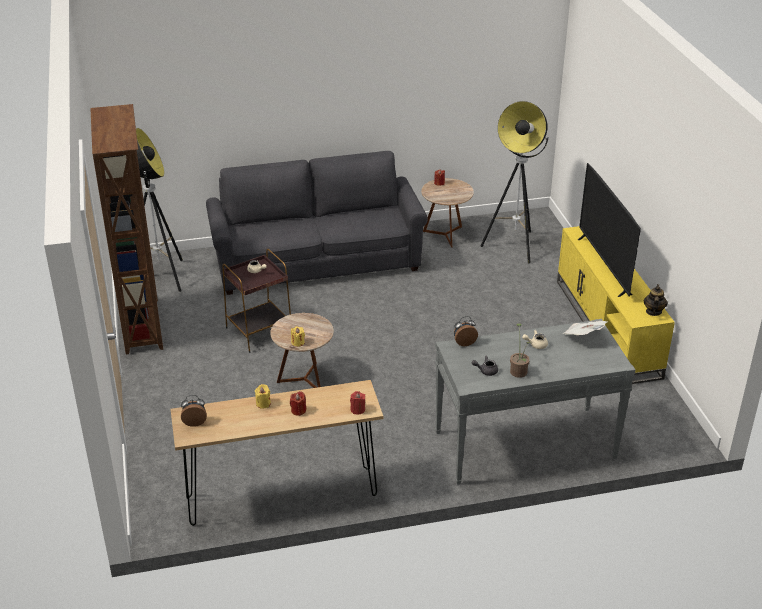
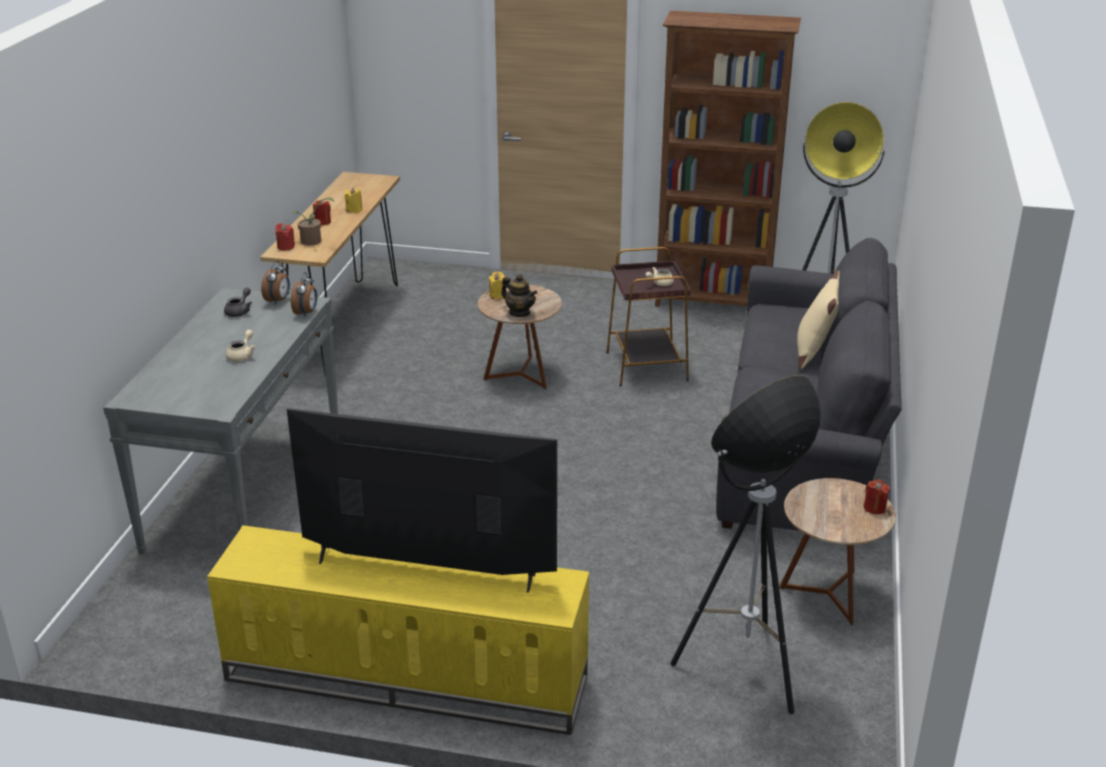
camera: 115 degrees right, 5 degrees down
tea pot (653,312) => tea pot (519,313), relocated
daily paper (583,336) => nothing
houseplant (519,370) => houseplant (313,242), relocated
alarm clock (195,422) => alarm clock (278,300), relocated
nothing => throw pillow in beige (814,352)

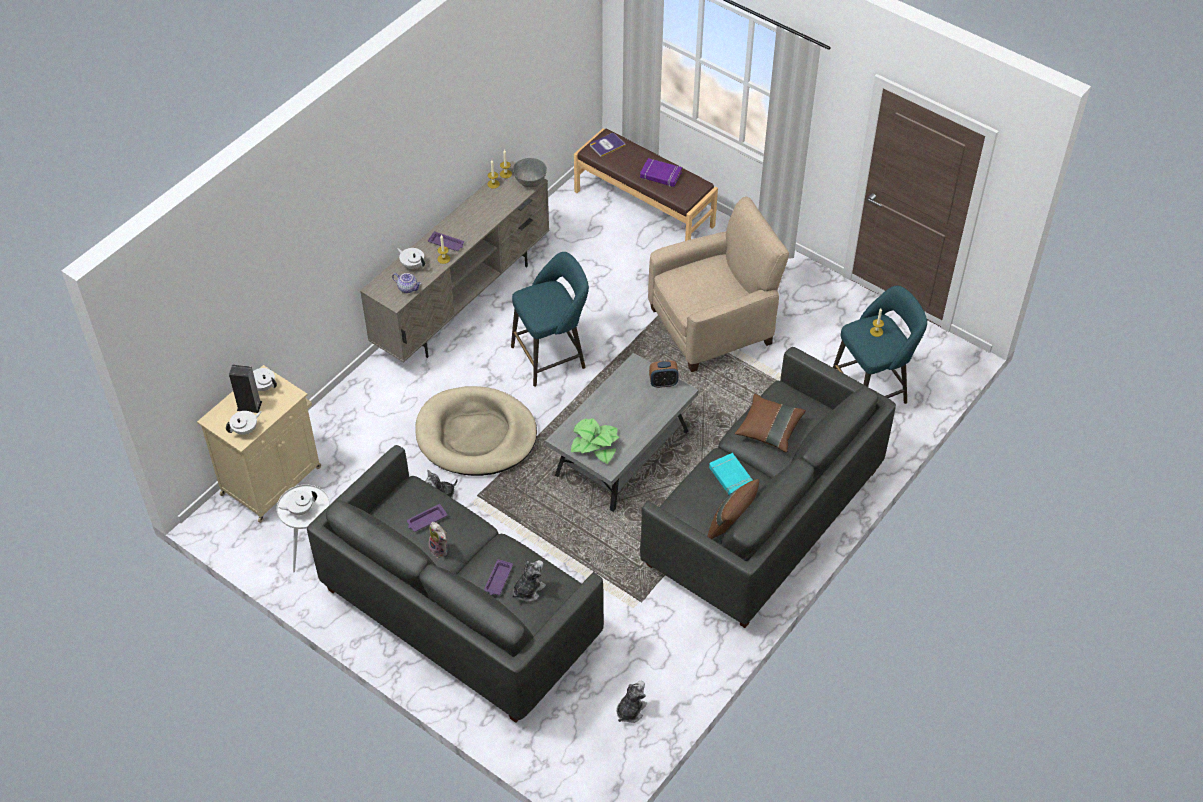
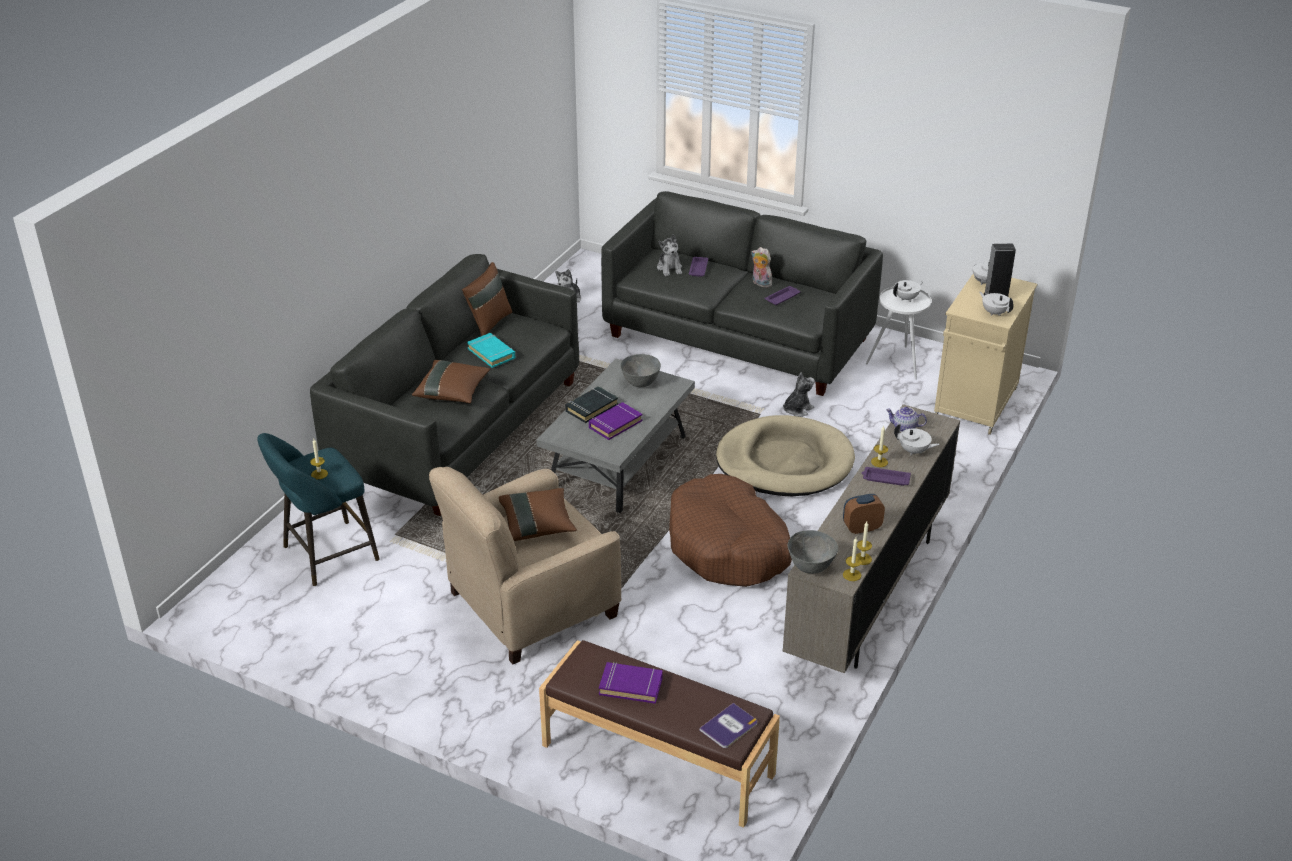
camera: 170 degrees right, 15 degrees down
sitting stool in blue-green (552,356) => dog bed in brown (728,546)
alarm clock (663,383) => alarm clock (861,528), relocated
tea pot in whitish (263,386) => tea pot in whitish (994,312), 150 degrees counterclockwise
houseplant (595,444) => bowl in greyish (640,383)
soft toy (528,590) => soft toy (669,268), 45 degrees counterclockwise
nothing => book in black-coloured (591,407)
nothing => book in purple (615,424)
nothing => throw pillow in brown (537,525)

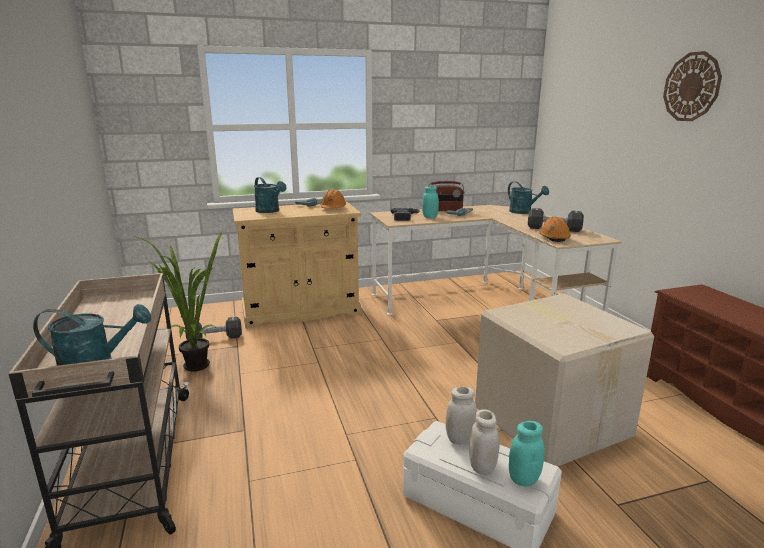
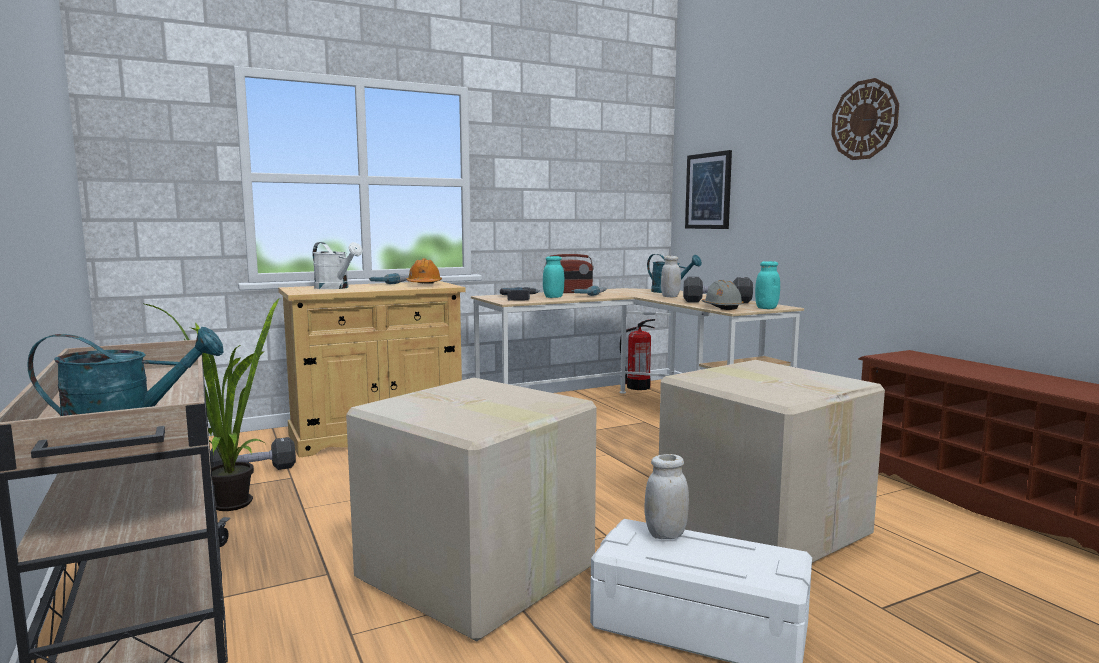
camera: 10 degrees left, 10 degrees down
watering can in blue-green (270,211) => watering can in whitish (336,288)
work helmet in orangey (553,238) => work helmet in greyish (721,307)
storage jar in whitish (482,467) => storage jar in whitish (670,296), relocated
storage jar in blue-green (523,479) => storage jar in blue-green (766,308), relocated
nothing => picture (708,191)
nothing => fire extinguisher (638,387)
nothing => packing box (476,574)

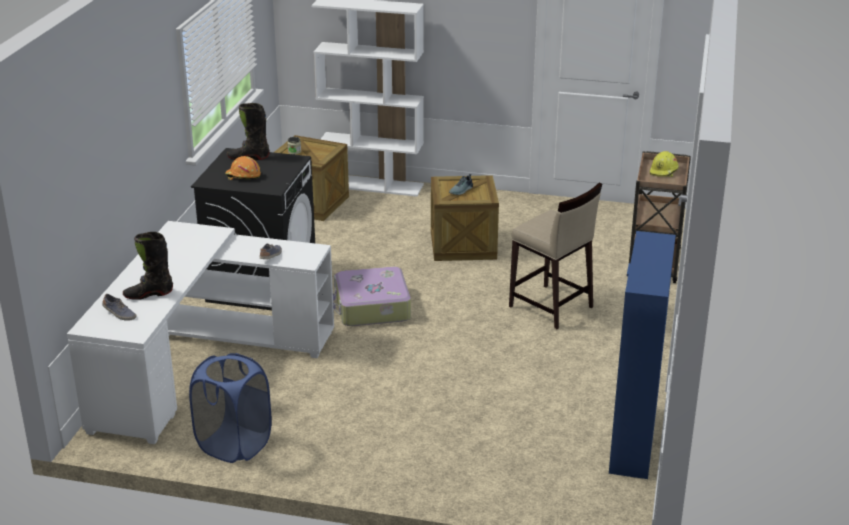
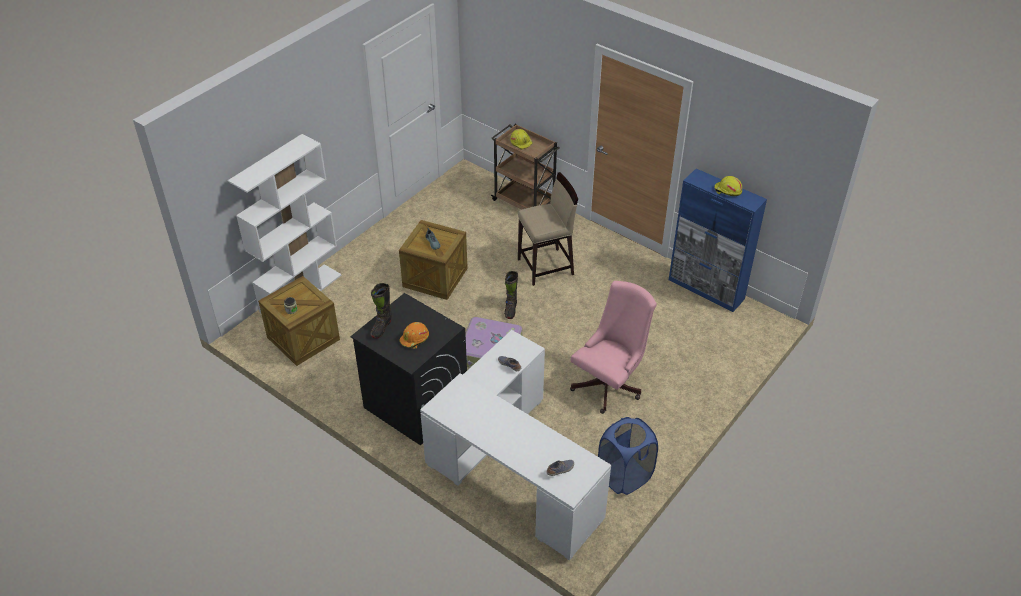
camera: 65 degrees left, 15 degrees up
boot in black-coloured (148,294) => boot in black-coloured (510,309), relocated
nothing => work helmet in yellowish (727,191)
nothing => desk chair in pink-coloured (610,384)

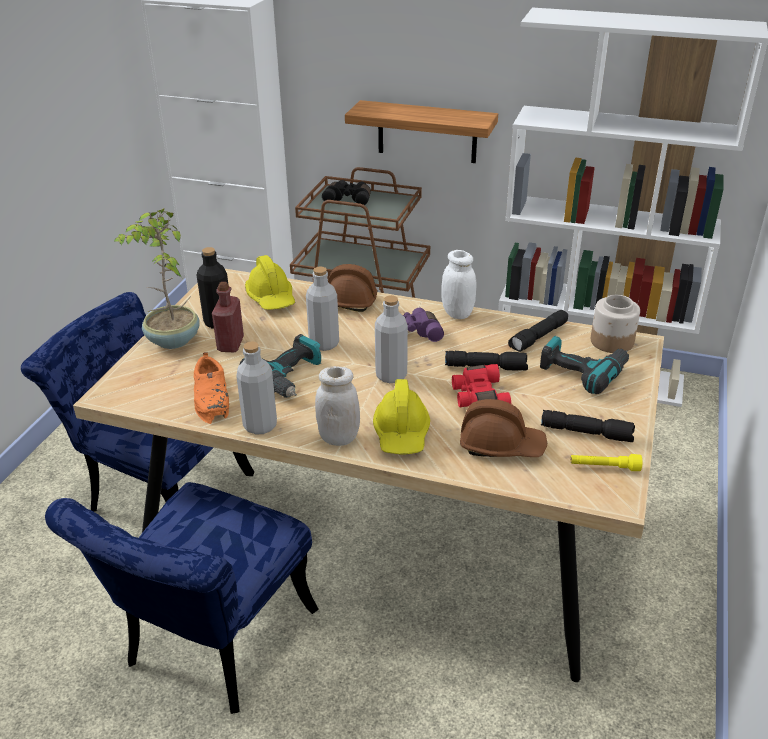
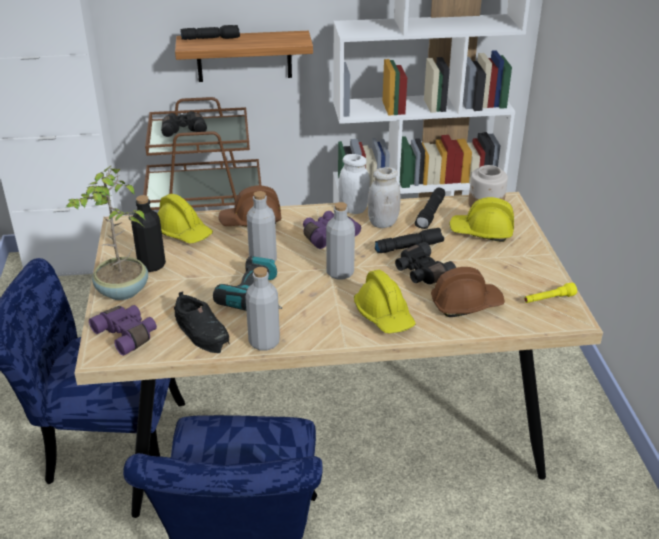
camera: 25 degrees left, 0 degrees up
drink bottle in reddish (230,344) => nothing
power drill (582,371) => work helmet in yellowish (481,232)
shoe in orangey (212,397) => shoe in black-coloured (202,331)
field glasses in reddish (478,398) => field glasses in black-coloured (421,273)
storage jar in whitish (339,438) => storage jar in whitish (383,223), relocated
flashlight in black-coloured (587,432) => flashlight in black-coloured (211,38), relocated
nothing => field glasses in purple (127,335)

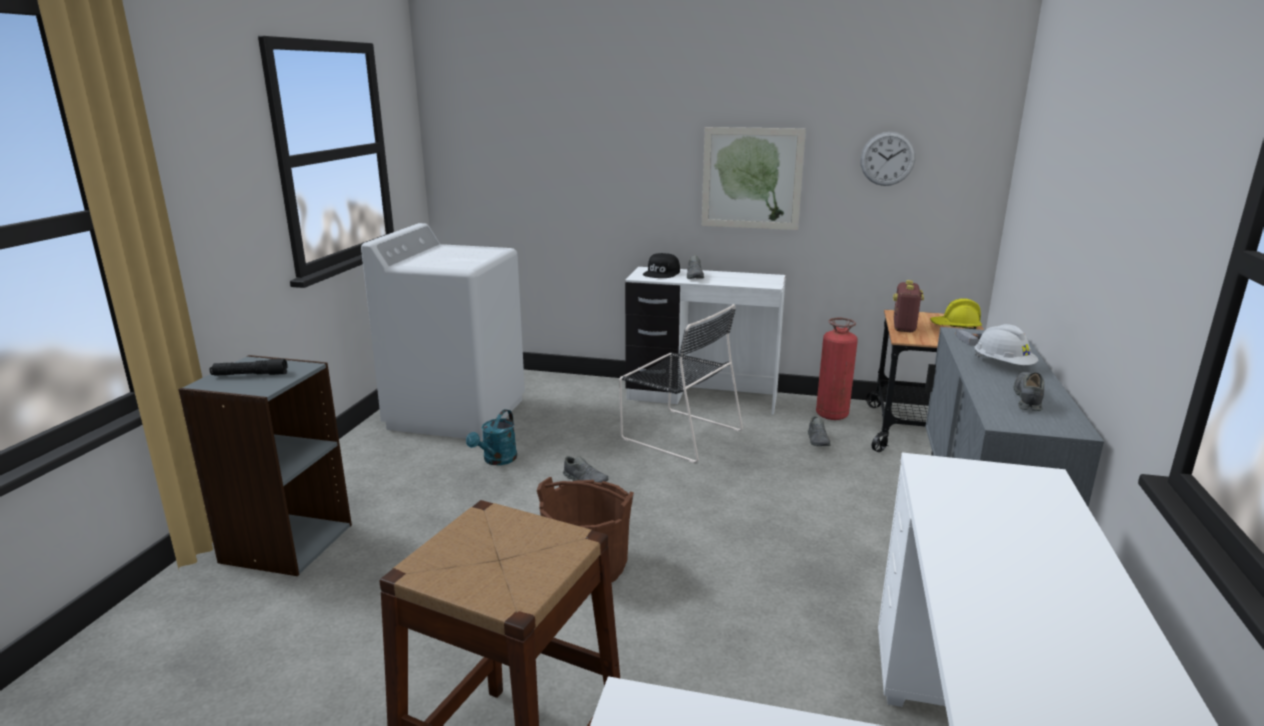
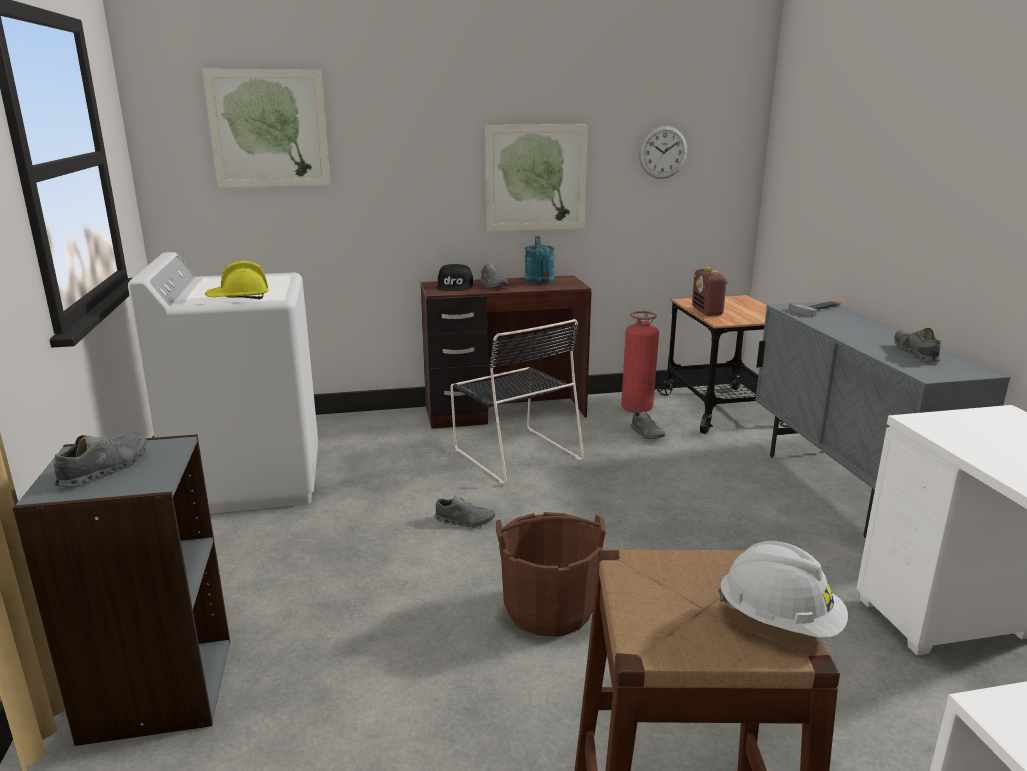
camera: 25 degrees left, 0 degrees up
desk table in whitish (702,397) => desk table in brown (505,413)
work helmet in yellowish (955,326) => work helmet in yellowish (239,298), relocated
upright chair in black-coloured (678,433) => upright chair in black-coloured (515,453), 45 degrees clockwise
work helmet in whitish (1003,365) => work helmet in whitish (779,621), relocated
flashlight in black-coloured (250,375) => shoe in greyish (105,469)
watering can in blue-green (496,460) => watering can in blue-green (540,282), relocated
nothing => picture (269,129)

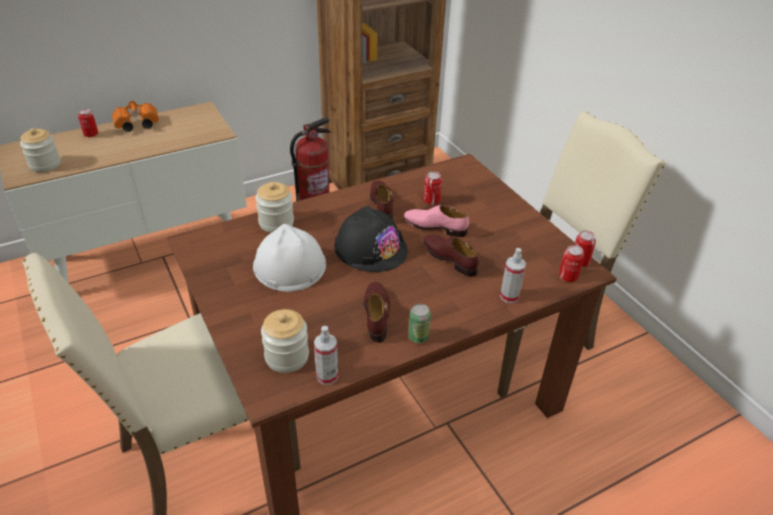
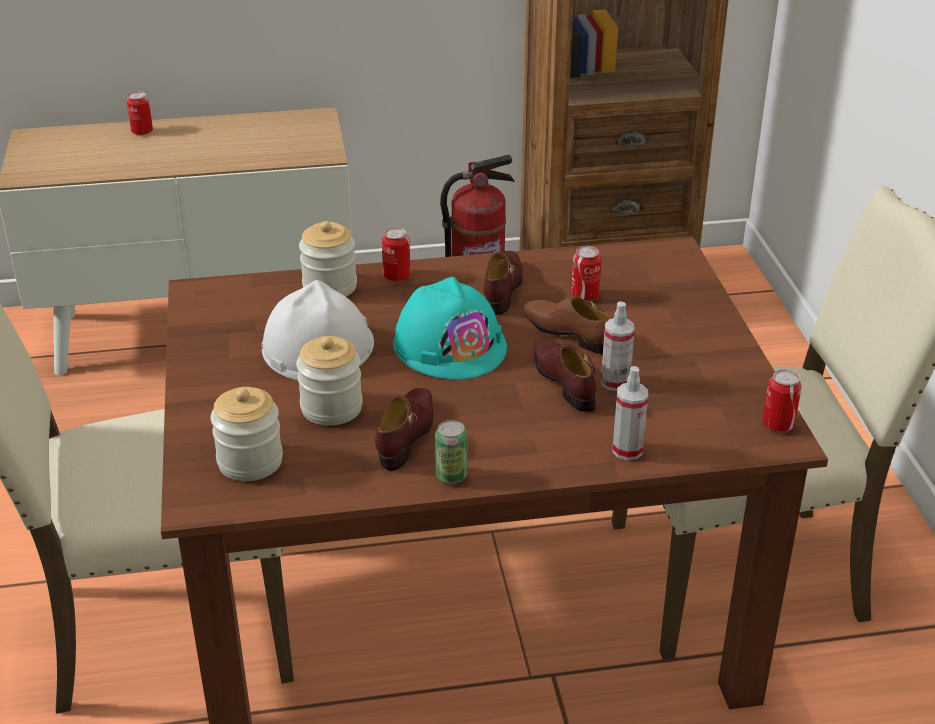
camera: 20 degrees right, 5 degrees down
field glasses in orangey (136,125) => nothing
storage jar (45,164) => storage jar (331,408), relocated
shoe in pink-coloured (435,226) => shoe in brown (568,332)
work helmet in black-coloured (370,248) => work helmet in blue-green (450,345)
sealed can (567,277) => sealed can (396,276), relocated
sprayer (327,376) => sprayer (615,382), relocated

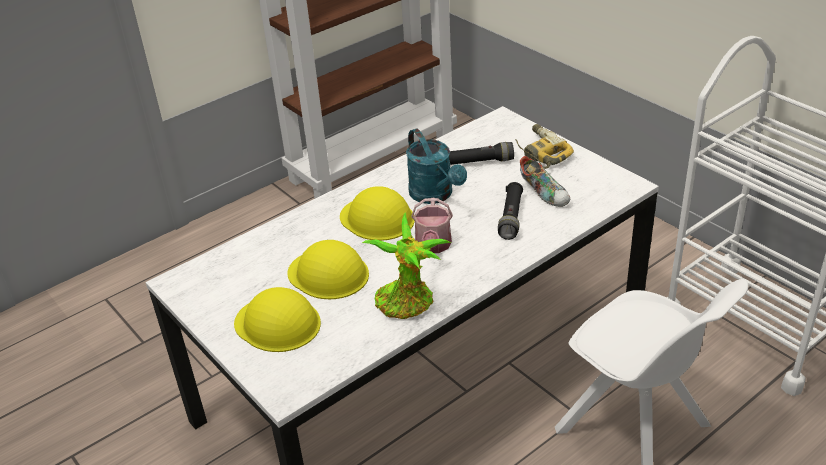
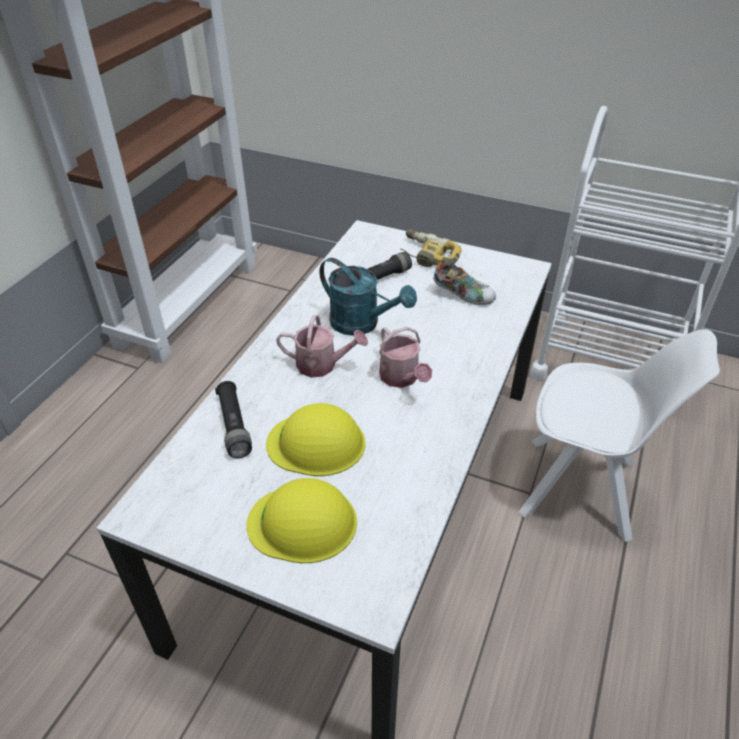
camera: 30 degrees left, 5 degrees up
flashlight in black-coloured (511,218) => flashlight in black-coloured (234,426), relocated
work helmet in yellowish (377,218) => watering can (322,365)
houseplant (408,304) => nothing

